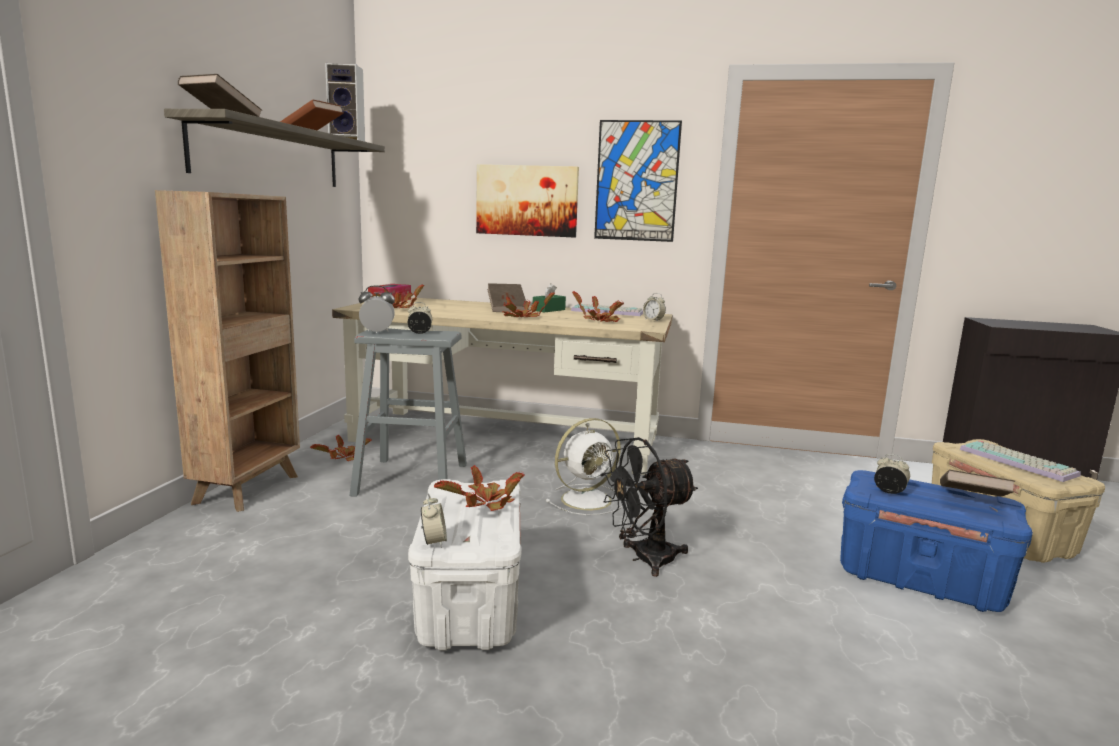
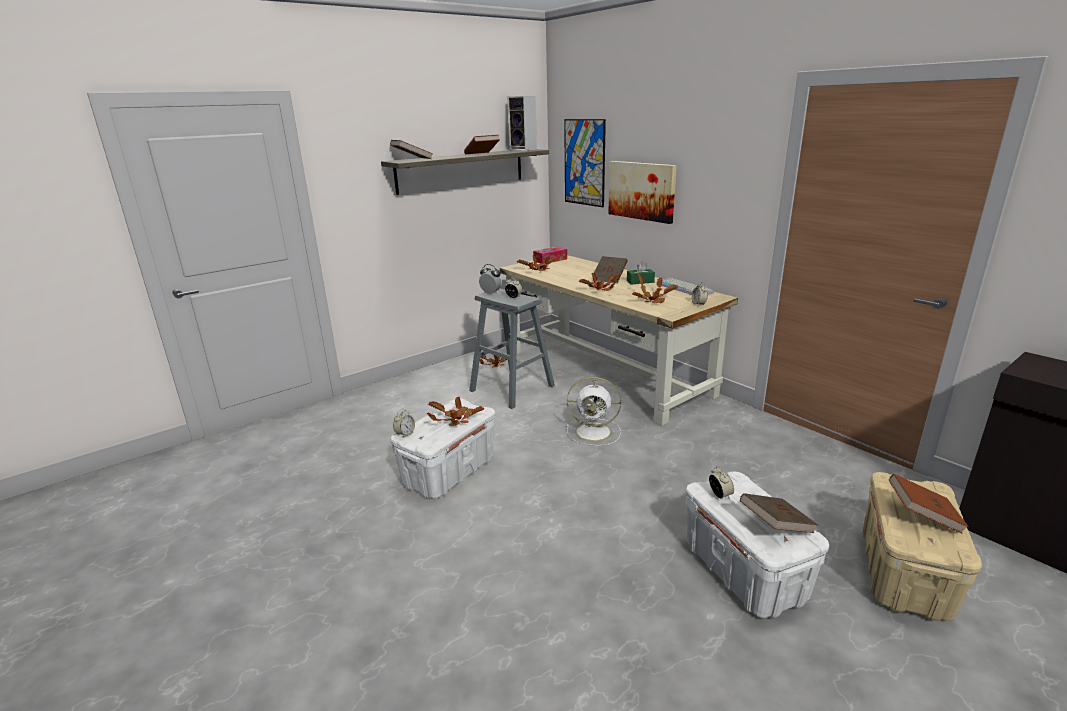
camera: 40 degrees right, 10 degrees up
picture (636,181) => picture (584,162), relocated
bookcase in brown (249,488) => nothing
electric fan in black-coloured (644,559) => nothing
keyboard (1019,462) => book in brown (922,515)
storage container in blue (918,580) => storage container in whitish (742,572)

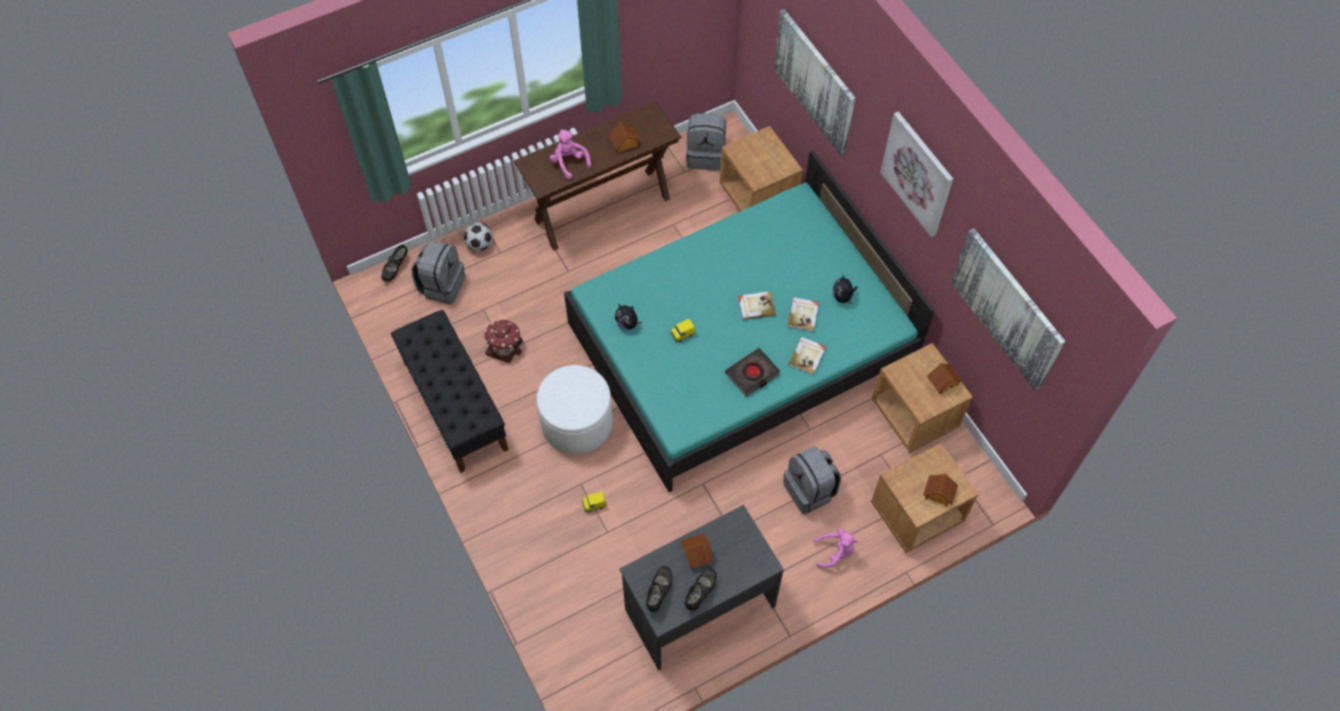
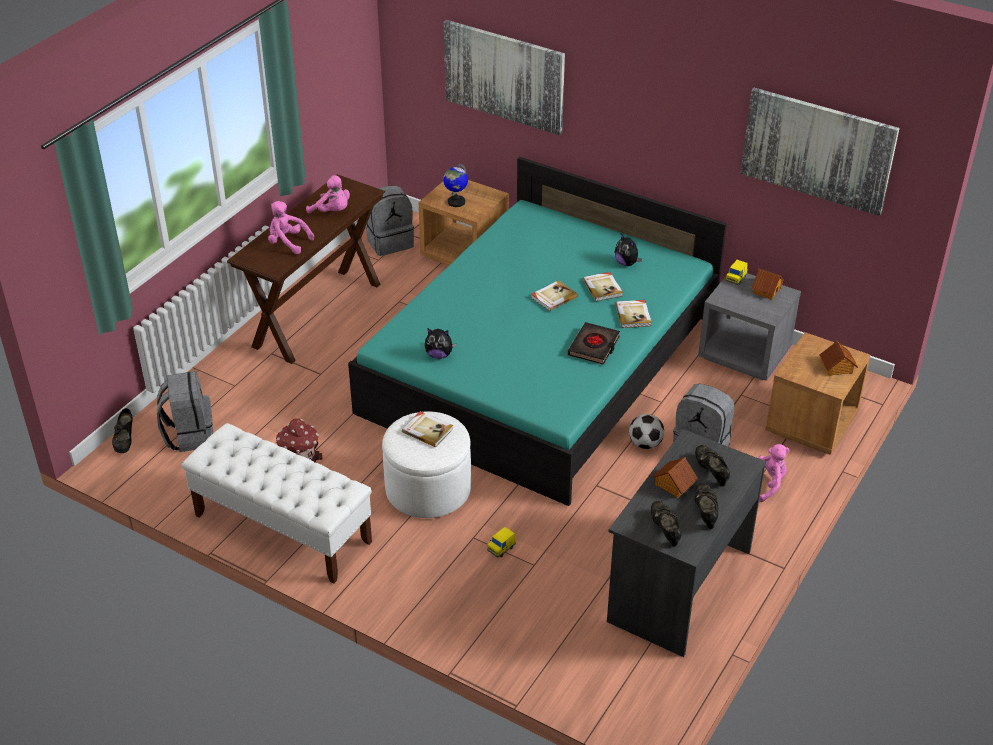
camera: 30 degrees left, 20 degrees down
picture (918,173) => nothing
model house (624,143) => soft toy in pink-coloured (332,211)
ball for football (479,244) => ball for football (645,444), relocated
indoor bench in black-coloured (455,405) => indoor bench in whitish (282,528)
toy car in yellowish (682,334) => toy car in yellowish (736,278), relocated
bedside table in brown (915,415) => bedside table in greyish (745,354)
nothing => globe (456,202)
nothing => book (427,430)
nothing => shoe in black-coloured (711,472)

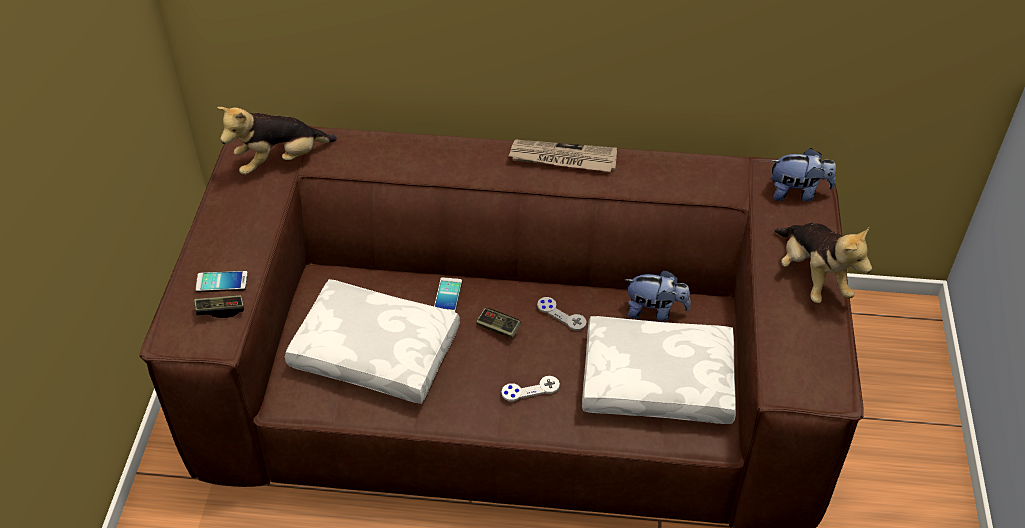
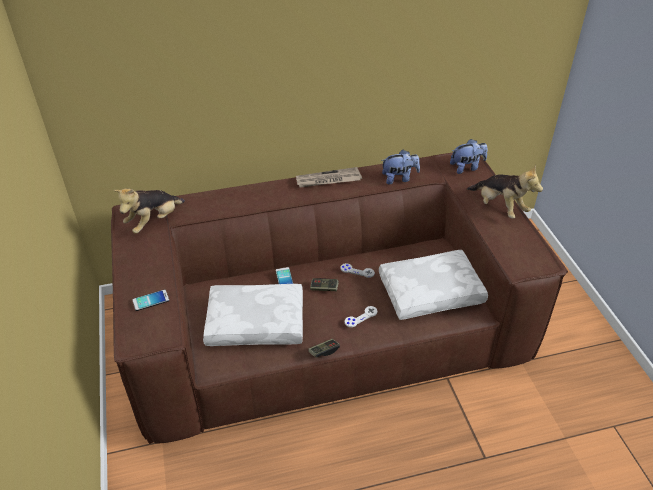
camera: 20 degrees left, 5 degrees down
soft toy (655,311) => soft toy (399,178), relocated
gamepad (220,310) => gamepad (324,351), relocated

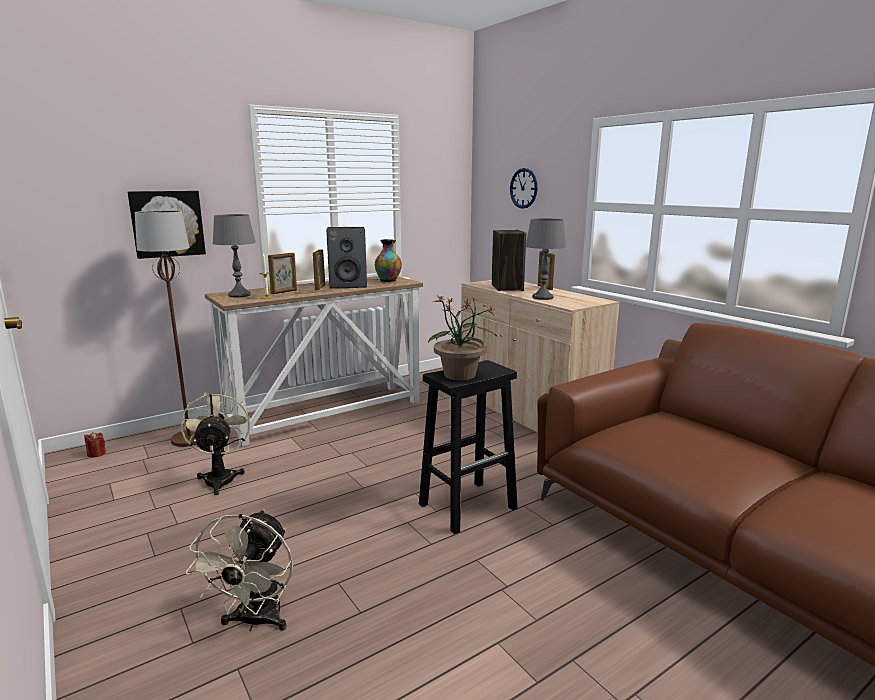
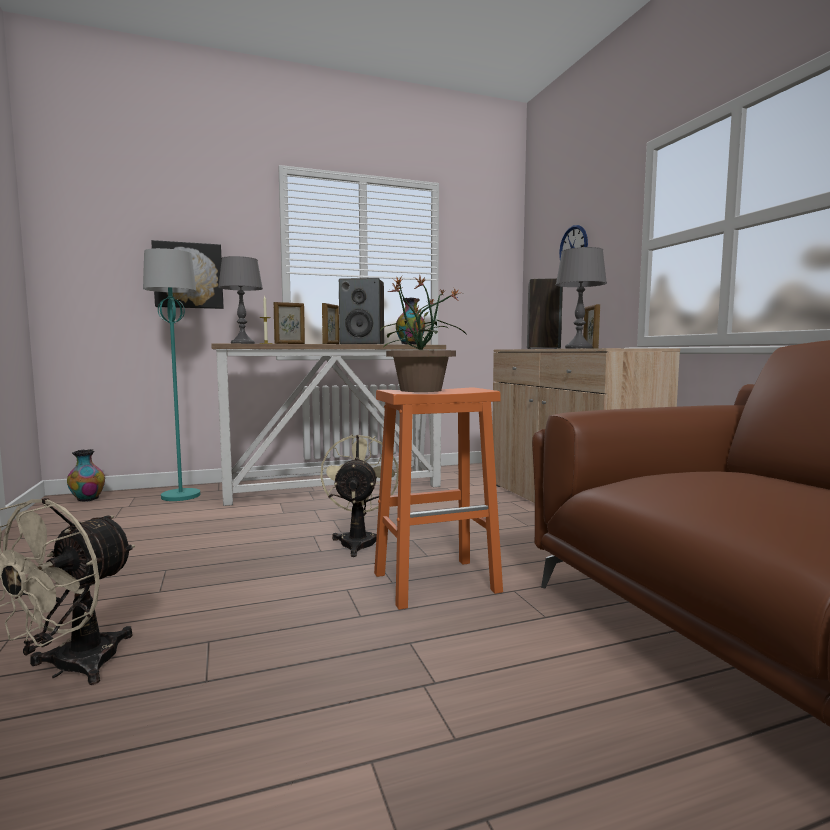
camera: 15 degrees right, 10 degrees down
standard lamp in brown (189,439) => standard lamp in blue-green (181,496)
sitting stool in black-coloured (468,506) => sitting stool in orangey (437,582)
electric fan in beige (220,477) => electric fan in beige (359,541), relocated
candle in reddish (96,453) => flower vase (87,499)

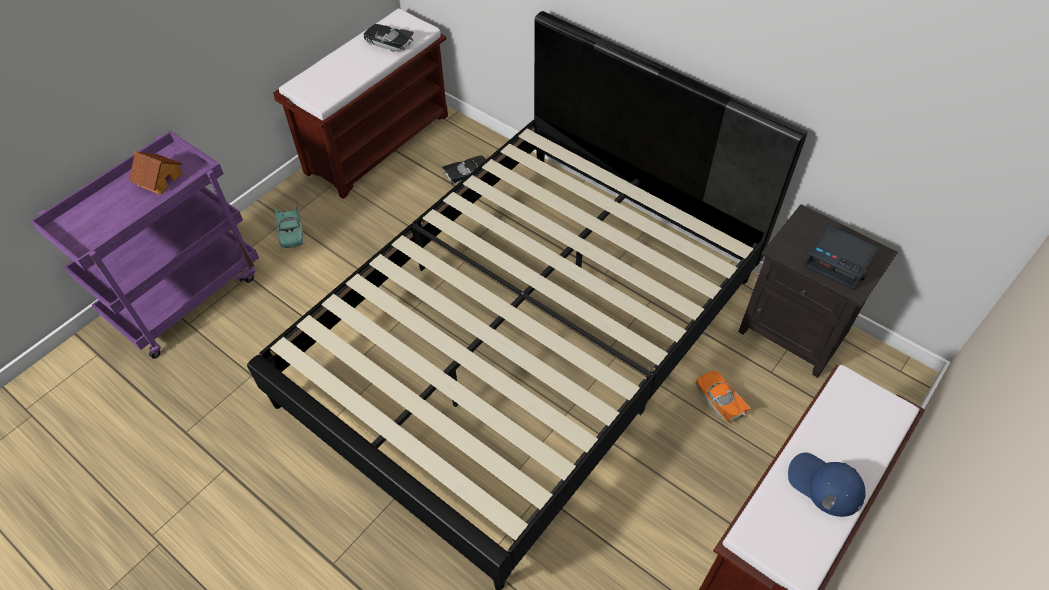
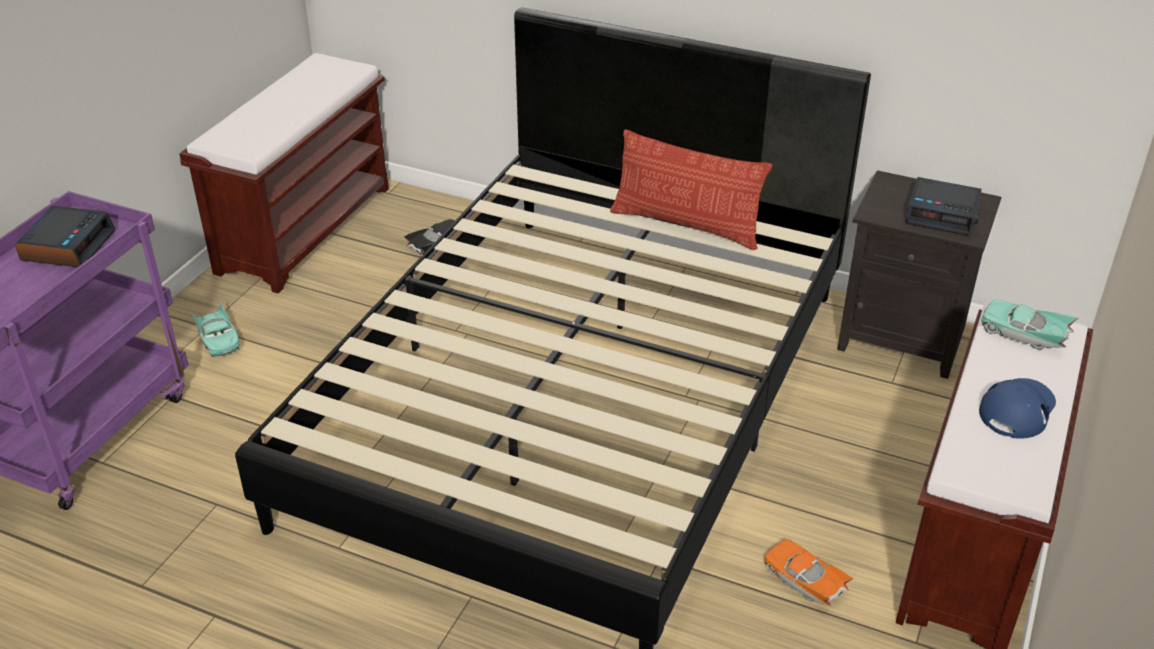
camera: 15 degrees left, 15 degrees down
toy car in black-coloured (389,43) => nothing
model house (159,179) => alarm clock (68,245)
toy car in orangey (719,400) => toy car in orangey (804,581), relocated
peaked cap in blue (824,484) => peaked cap in blue (1017,409), 105 degrees clockwise
nothing => throw pillow (686,225)
nothing => toy car in blue-green (1023,334)

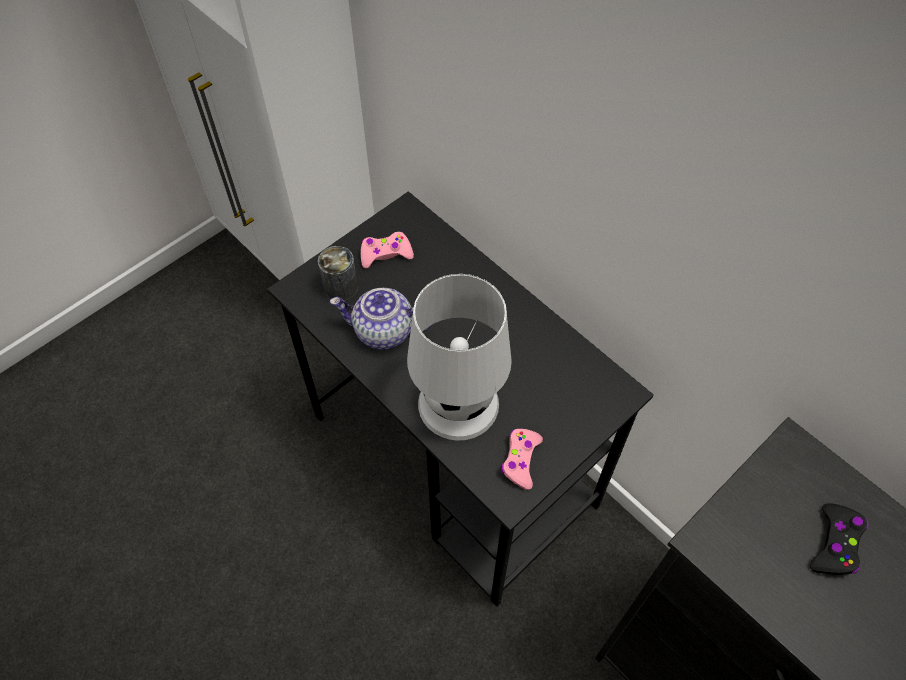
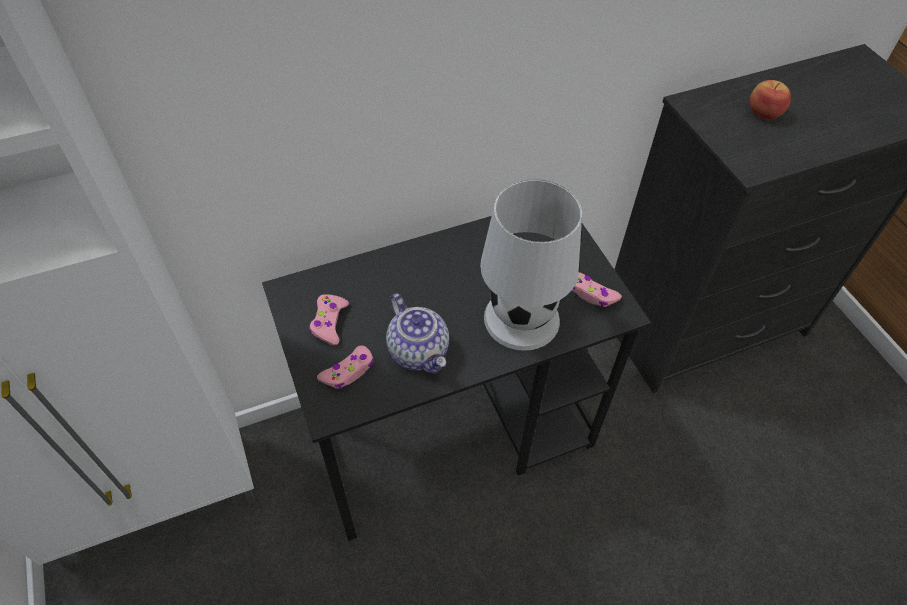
camera: 70 degrees left, 5 degrees down
sealed can (341,287) => gamepad in pink-coloured (348,371)
tea pot (383,331) => tea pot (419,351), 60 degrees counterclockwise
gamepad in black-coloured (835,544) => whole apple (764,112)

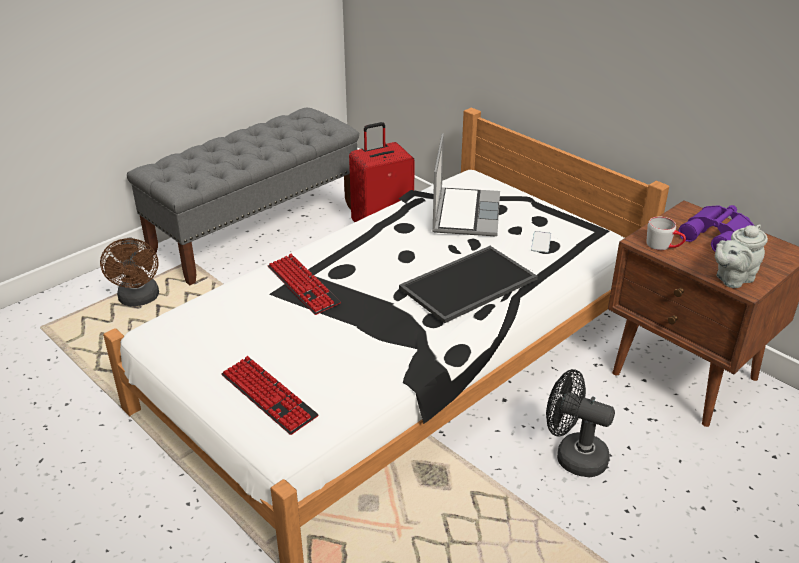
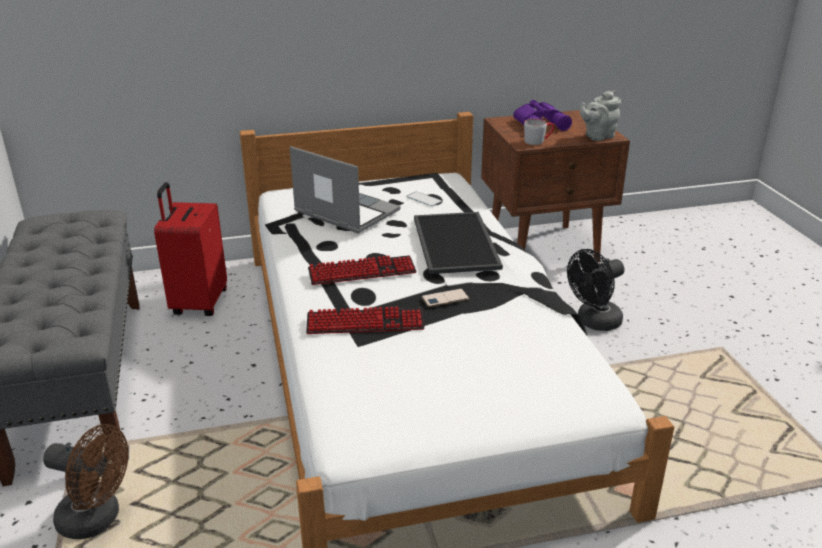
camera: 60 degrees left, 5 degrees down
tea pot in greyish (732,279) => tea pot in greyish (597,136), 60 degrees clockwise
keyboard (268,396) => keyboard (362,272), relocated
nothing => handset (445,298)

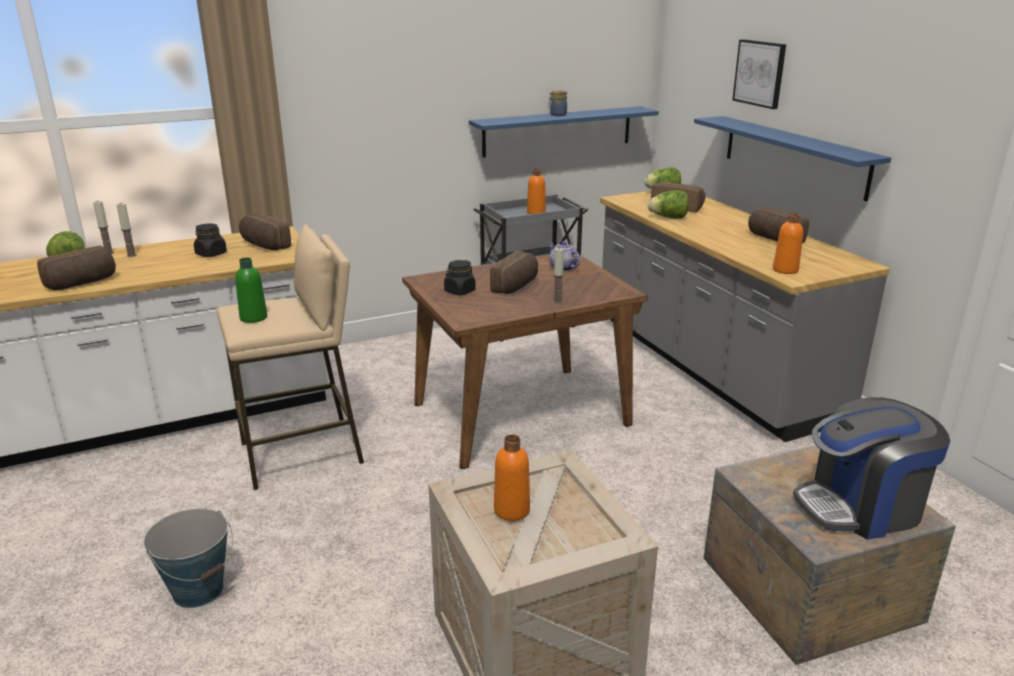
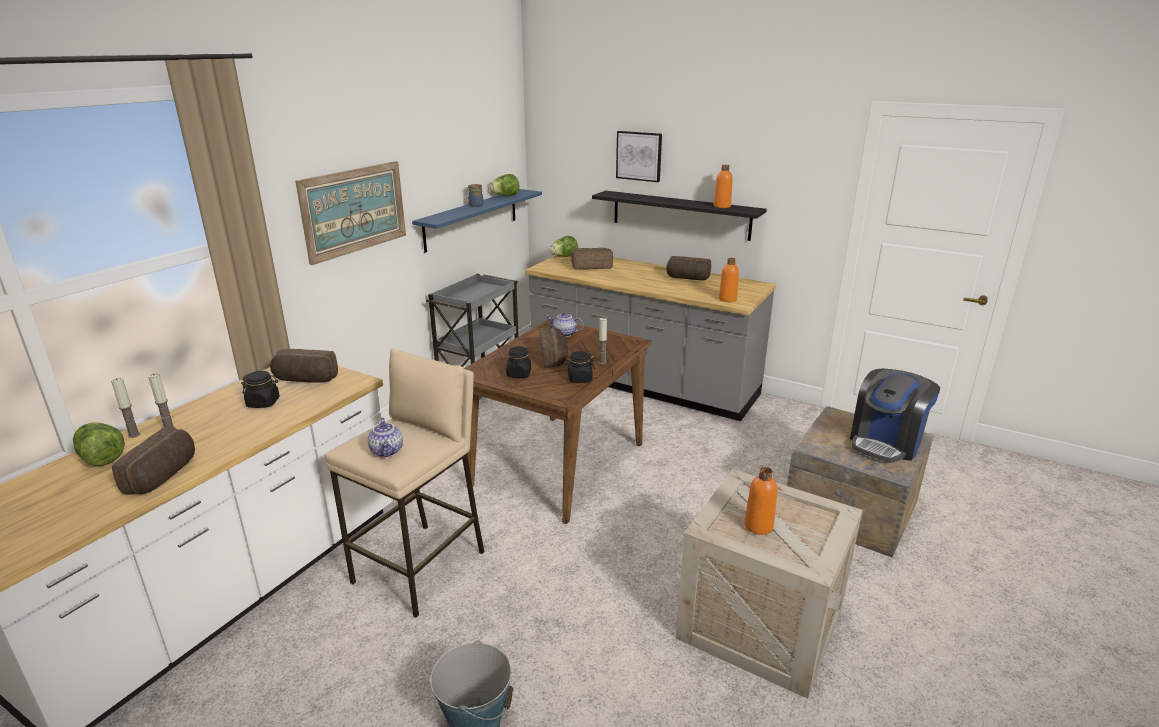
camera: 35 degrees left, 0 degrees up
shelf in blue (794,156) => shelf in black-coloured (680,215)
drink bottle in orangey (536,212) => drink bottle in orangey (722,206), relocated
lettuce head (668,218) => lettuce head (505,196), relocated
drink bottle in green (253,318) => tea pot (387,451)
nothing => picture (354,210)
nothing => storage jar in black-coloured (579,379)

